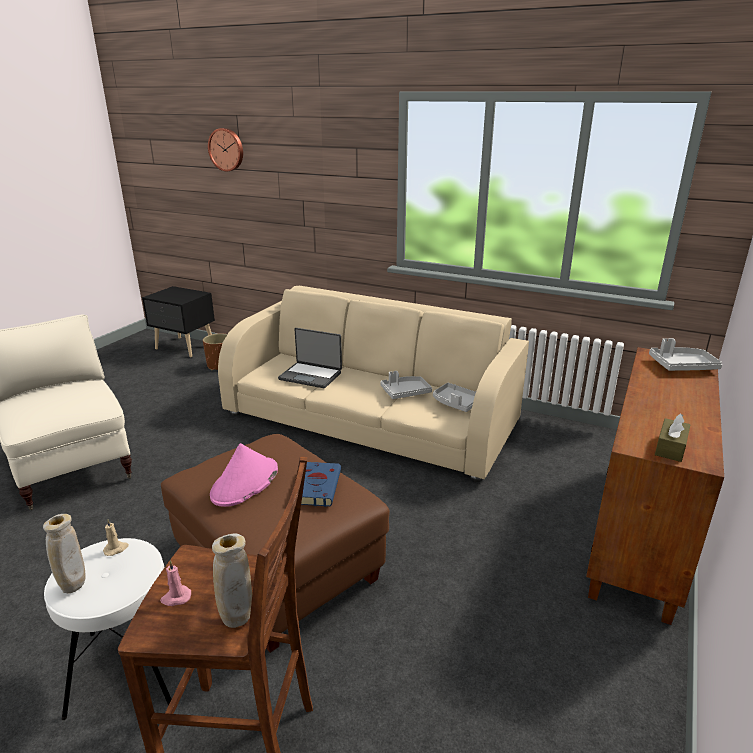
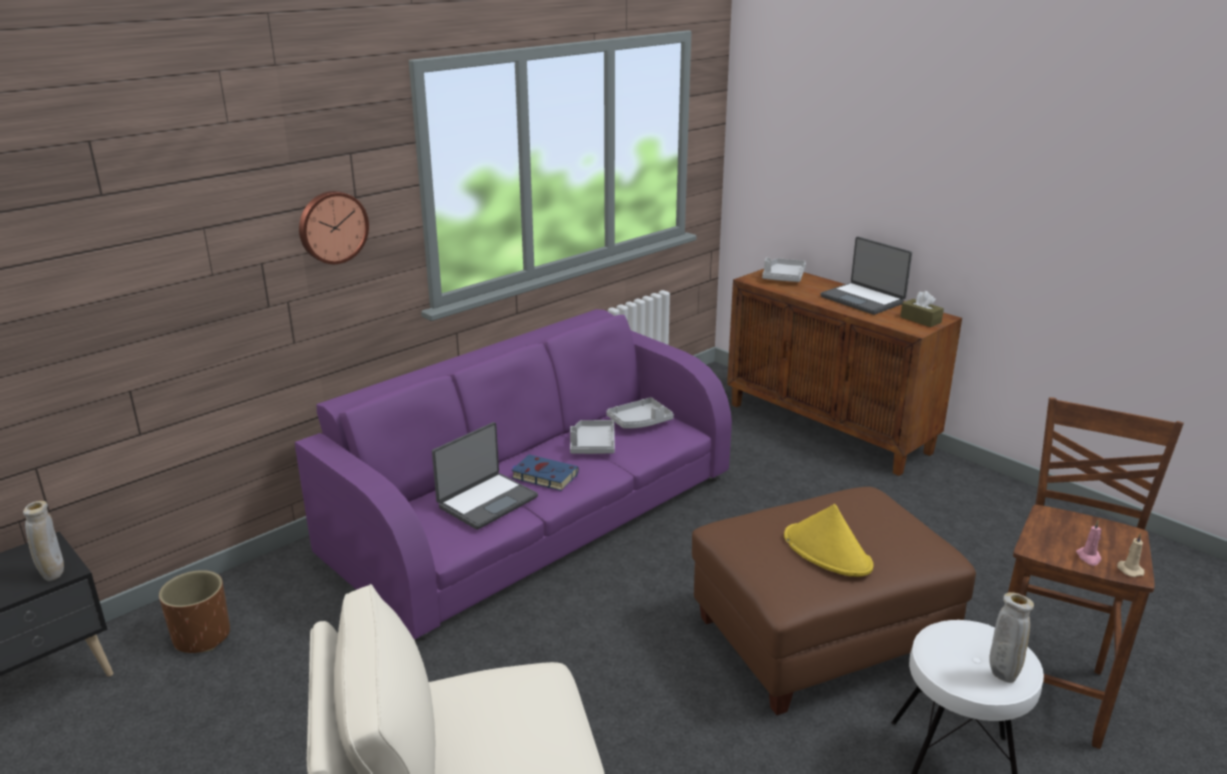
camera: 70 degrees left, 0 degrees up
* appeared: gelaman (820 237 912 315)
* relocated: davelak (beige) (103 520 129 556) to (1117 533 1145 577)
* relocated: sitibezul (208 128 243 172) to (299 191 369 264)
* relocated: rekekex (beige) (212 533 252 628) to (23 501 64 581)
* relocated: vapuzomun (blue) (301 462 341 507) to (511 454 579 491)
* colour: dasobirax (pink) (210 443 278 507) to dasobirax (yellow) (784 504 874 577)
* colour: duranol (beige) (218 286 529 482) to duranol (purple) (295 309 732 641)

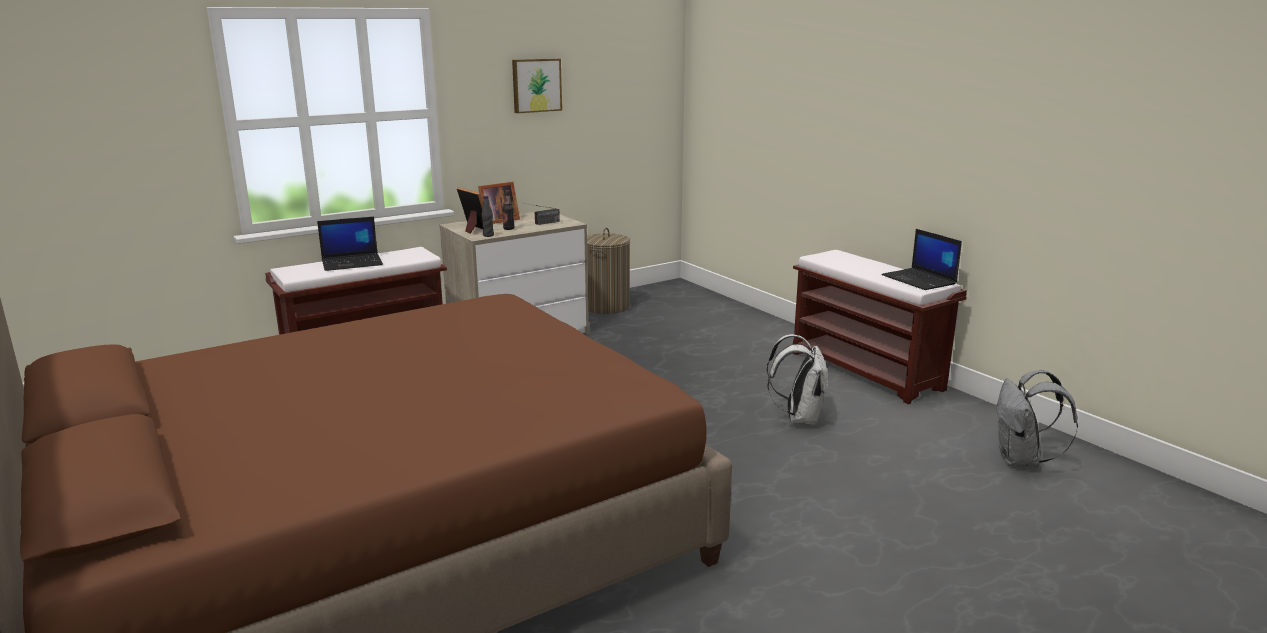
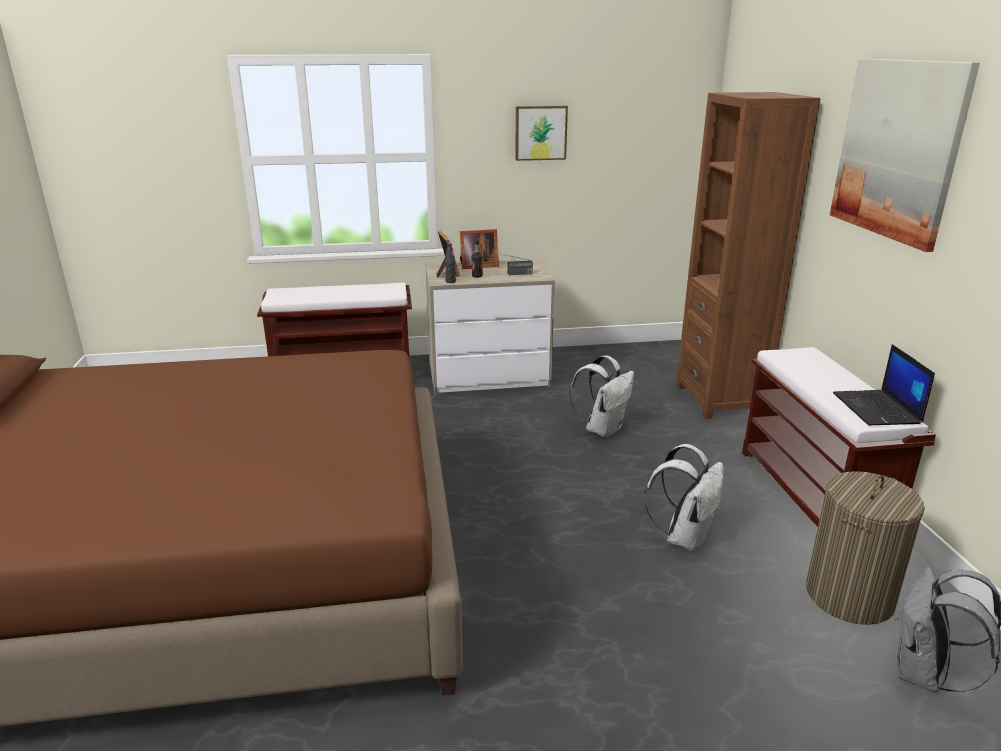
camera: 25 degrees right, 5 degrees up
* missing: gelaman (317 217 383 271)
* appeared: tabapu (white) (569 355 634 438)
* appeared: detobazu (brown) (676 92 821 419)
* appeared: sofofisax (830 59 980 252)
* relocated: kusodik (587 228 630 314) to (806 471 925 625)

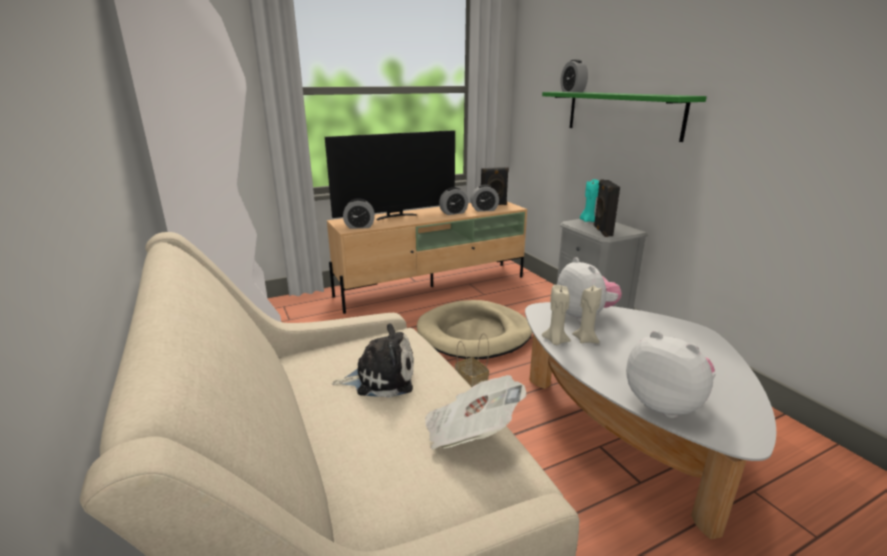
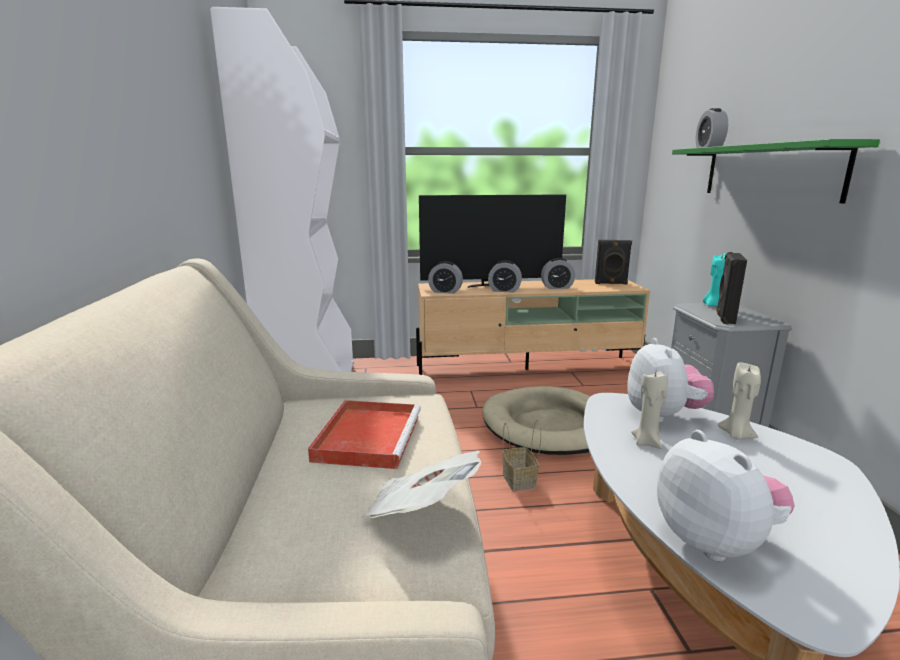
camera: 20 degrees right, 5 degrees down
* relocated: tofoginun (471 185 499 212) to (488 260 522 293)
* relocated: davelak (beige) (542 285 571 345) to (718 362 761 440)
* exchanged: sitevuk (332 323 414 398) to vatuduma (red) (308 400 421 469)

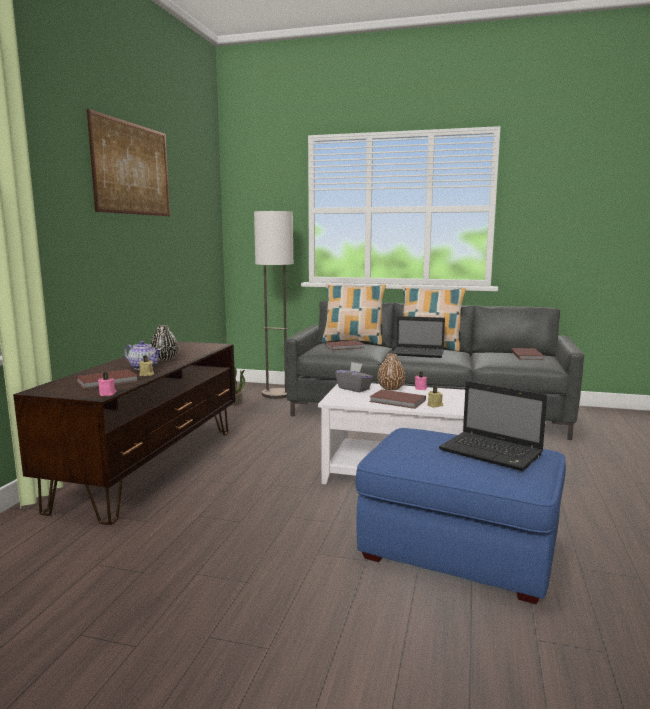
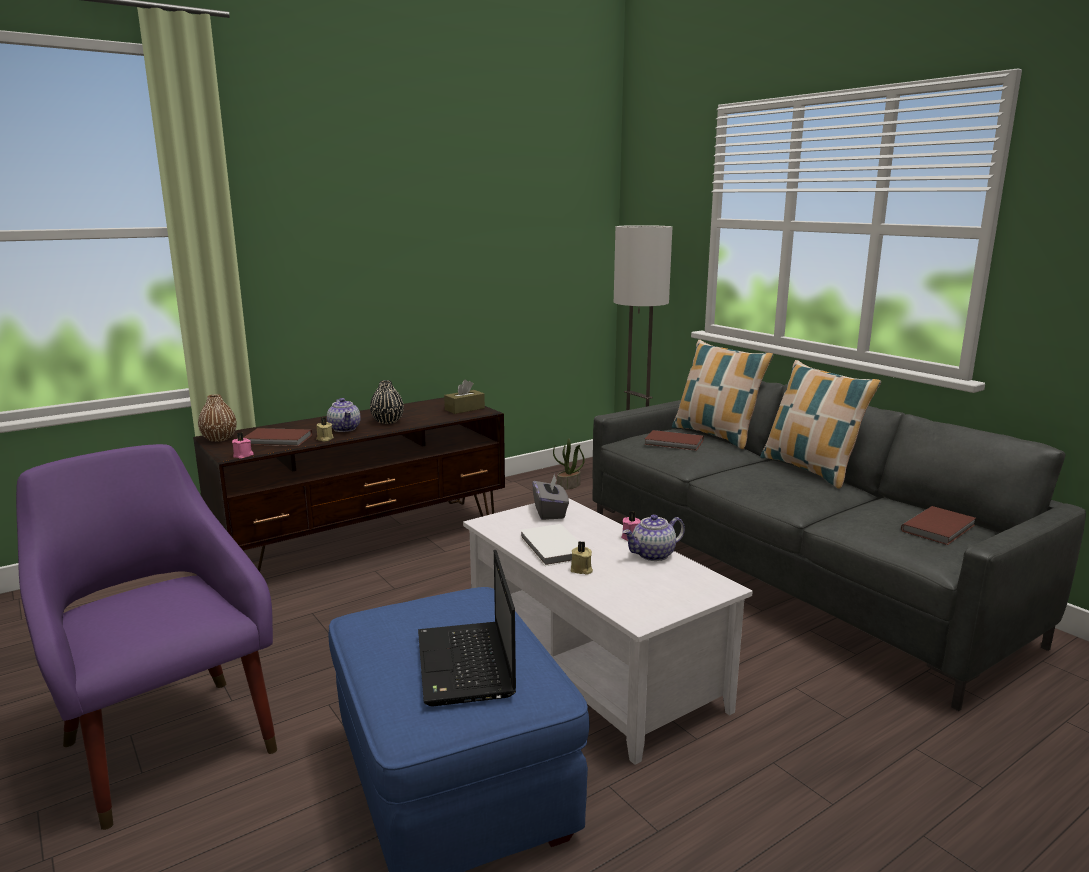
camera: 40 degrees right, 5 degrees up
* missing: sofofisax (87 109 170 216)
* missing: gelaman (392 316 445 358)
* appeared: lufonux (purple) (16 444 277 830)
* appeared: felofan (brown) (444 379 485 414)
* appeared: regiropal (623 514 685 561)
* relocated: rekekex (brown) (377 353 406 390) to (198 394 237 442)
* colour: vapuzomun (brown) (370 389 426 409) to vapuzomun (white) (520 524 579 566)

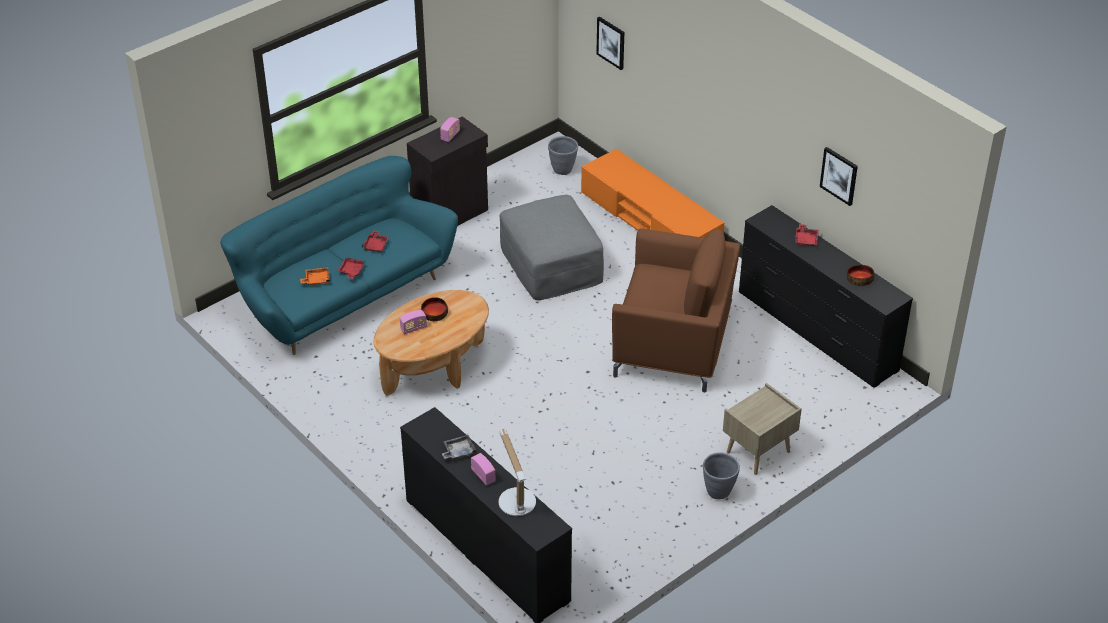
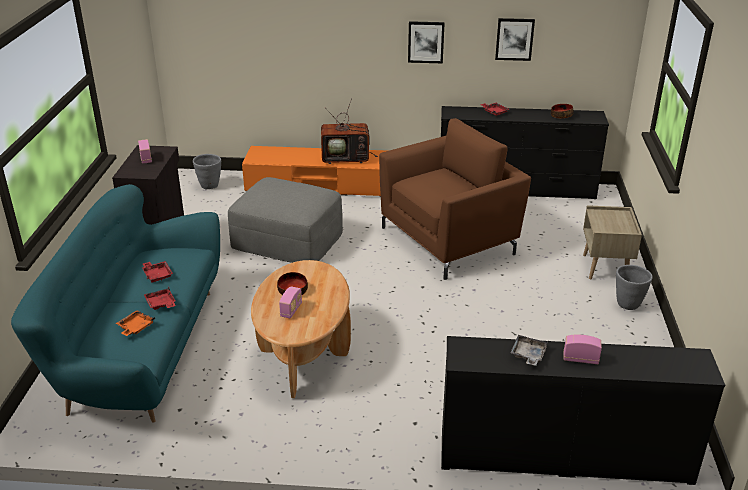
camera: 45 degrees left, 10 degrees down
* missing: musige (499 430 536 516)
* appeared: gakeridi (321 98 377 164)
* relocated: sofofisax (596 17 624 70) to (408 21 445 63)

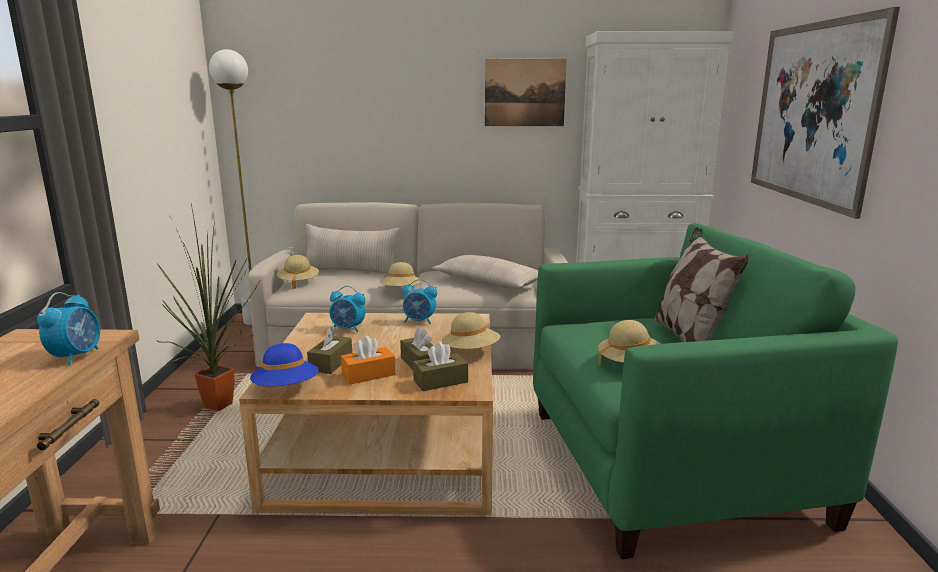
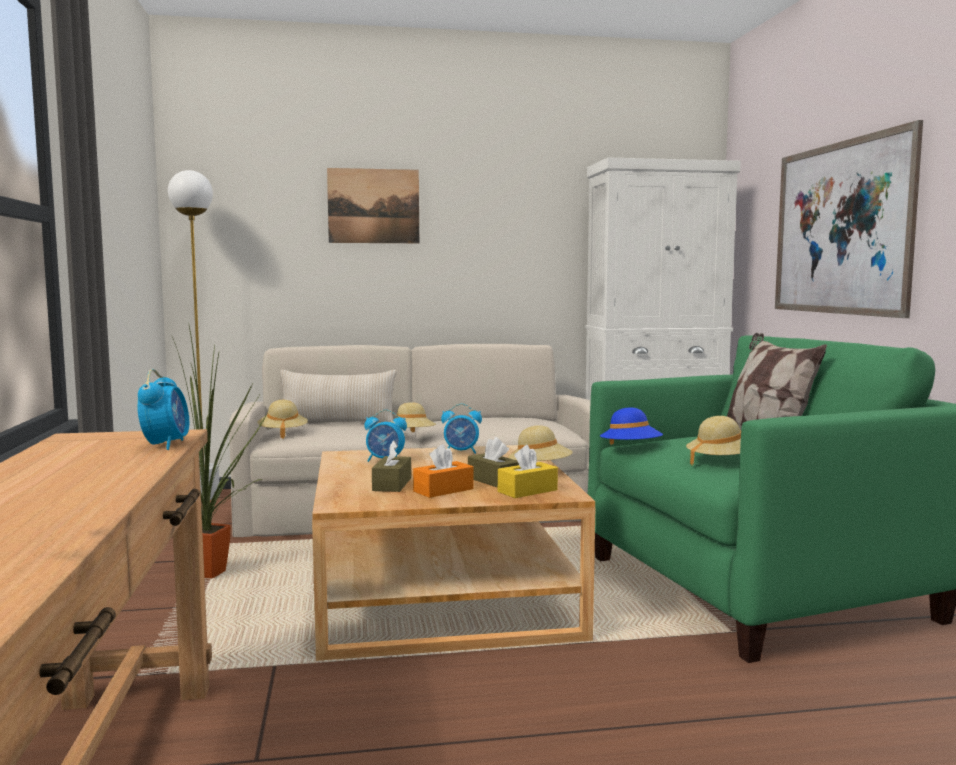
camera: 10 degrees left, 10 degrees down
* missing: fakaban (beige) (432 255 538 289)
* relocated: dasobirax (blue) (250 343 319 387) to (600 408 663 445)
* relocated: sofofisax (485 59 567 126) to (327 168 419 243)
* colour: felofan (brown) (413 342 468 391) to felofan (yellow) (498 445 558 498)

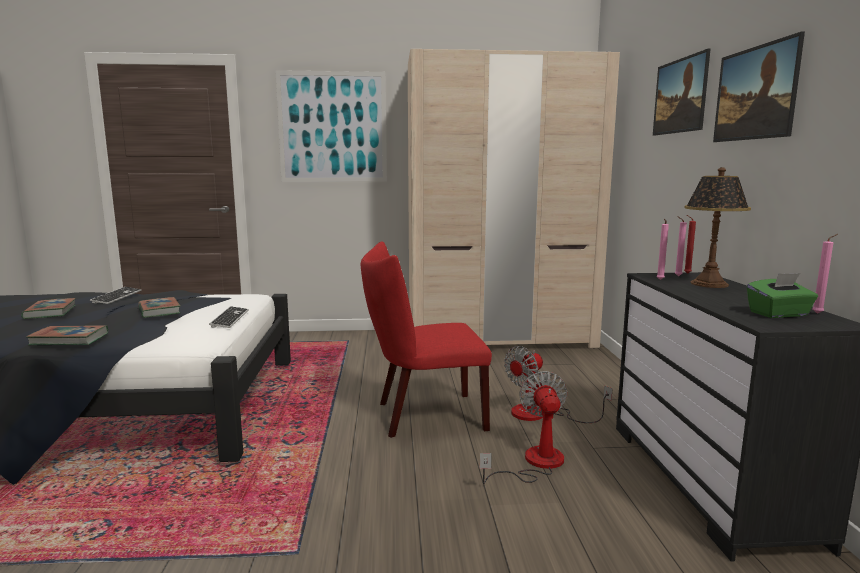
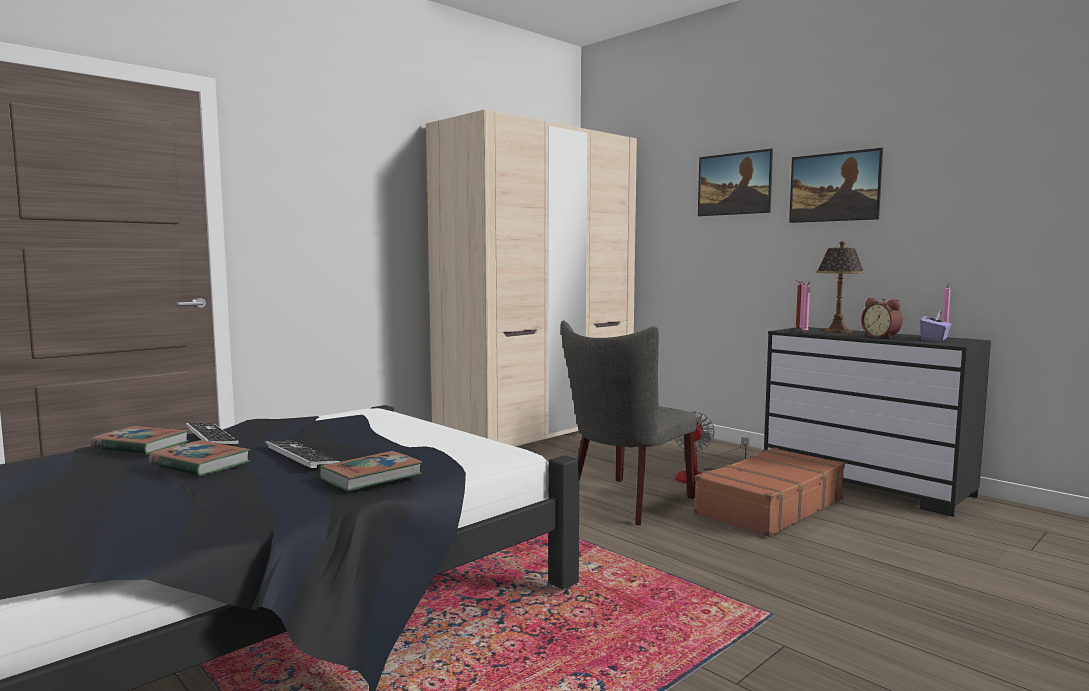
camera: 40 degrees left, 5 degrees down
* missing: sofofisax (275 70 387 182)
* appeared: tofoginun (861 298 903 339)
* relocated: vapuzomun (138 297 181 318) to (90 426 189 455)
* relocated: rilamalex (209 306 249 328) to (265 441 340 468)
* exchanged: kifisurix (480 371 567 484) to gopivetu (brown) (694 447 845 537)
* colour: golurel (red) (361 242 492 438) to golurel (grey) (561 320 697 525)
* colour: felofan (green) (747 273 818 318) to felofan (purple) (919 310 951 341)

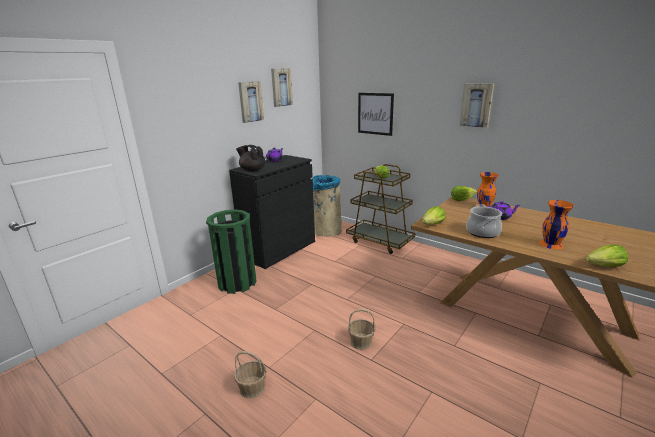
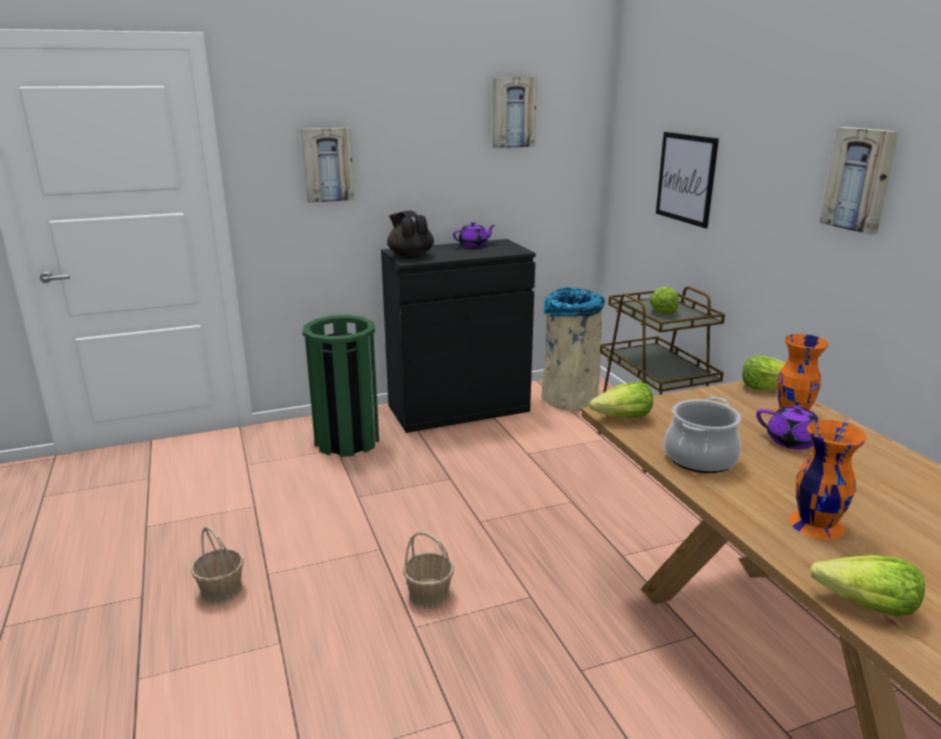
camera: 30 degrees right, 0 degrees up
* relocated: sofofisax (238 81 264 123) to (301 128 354 203)

